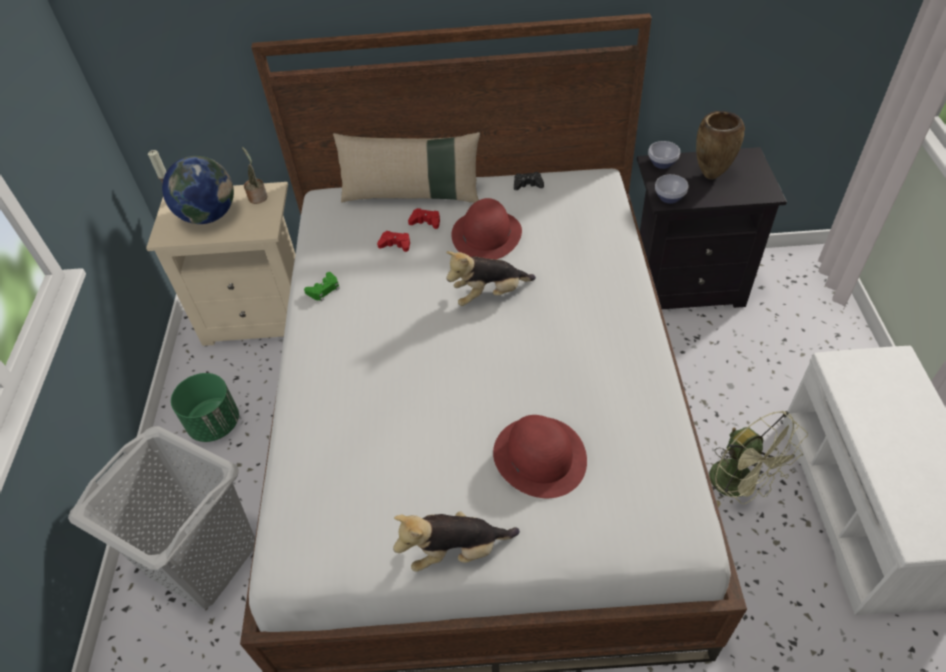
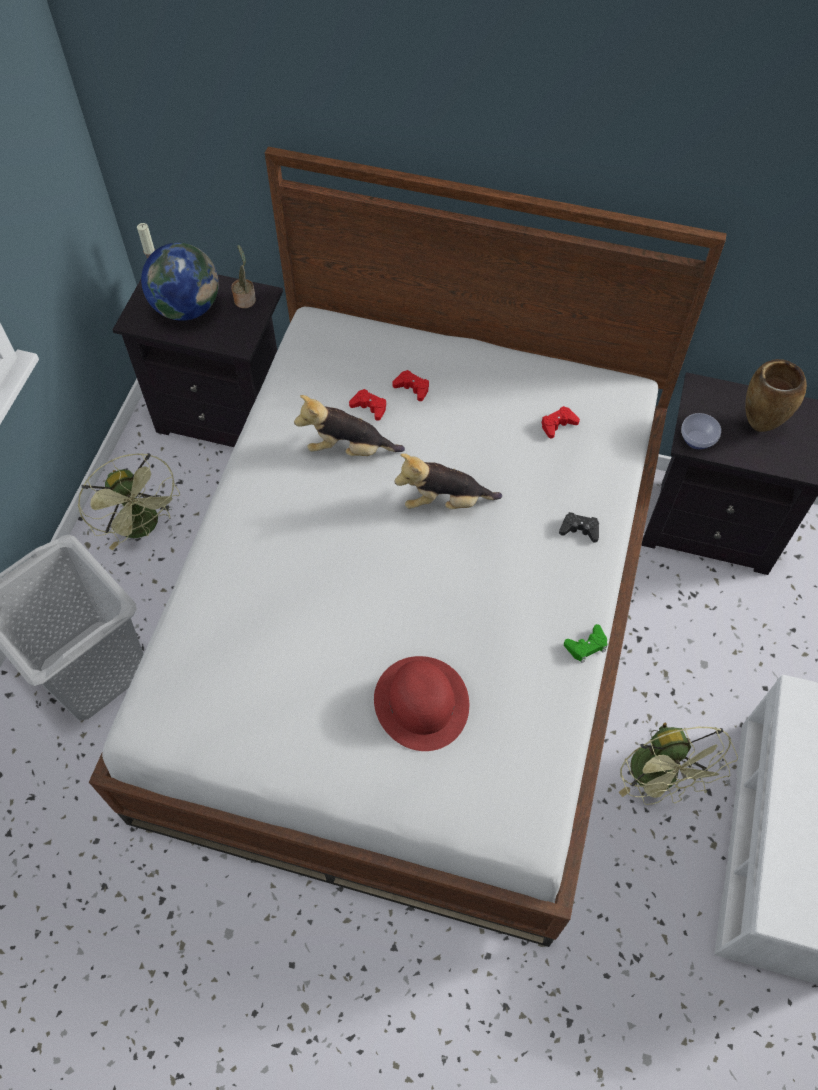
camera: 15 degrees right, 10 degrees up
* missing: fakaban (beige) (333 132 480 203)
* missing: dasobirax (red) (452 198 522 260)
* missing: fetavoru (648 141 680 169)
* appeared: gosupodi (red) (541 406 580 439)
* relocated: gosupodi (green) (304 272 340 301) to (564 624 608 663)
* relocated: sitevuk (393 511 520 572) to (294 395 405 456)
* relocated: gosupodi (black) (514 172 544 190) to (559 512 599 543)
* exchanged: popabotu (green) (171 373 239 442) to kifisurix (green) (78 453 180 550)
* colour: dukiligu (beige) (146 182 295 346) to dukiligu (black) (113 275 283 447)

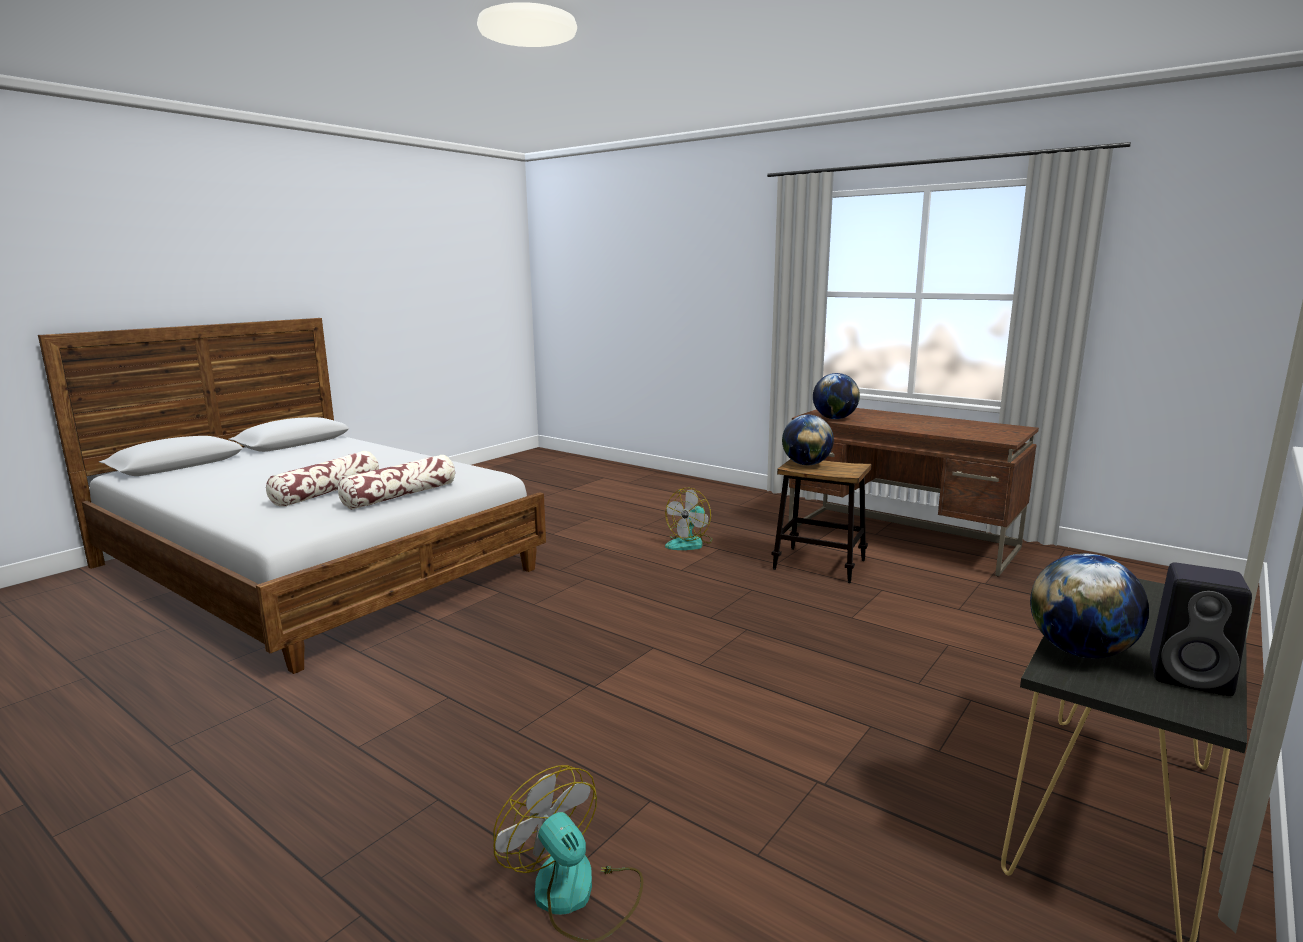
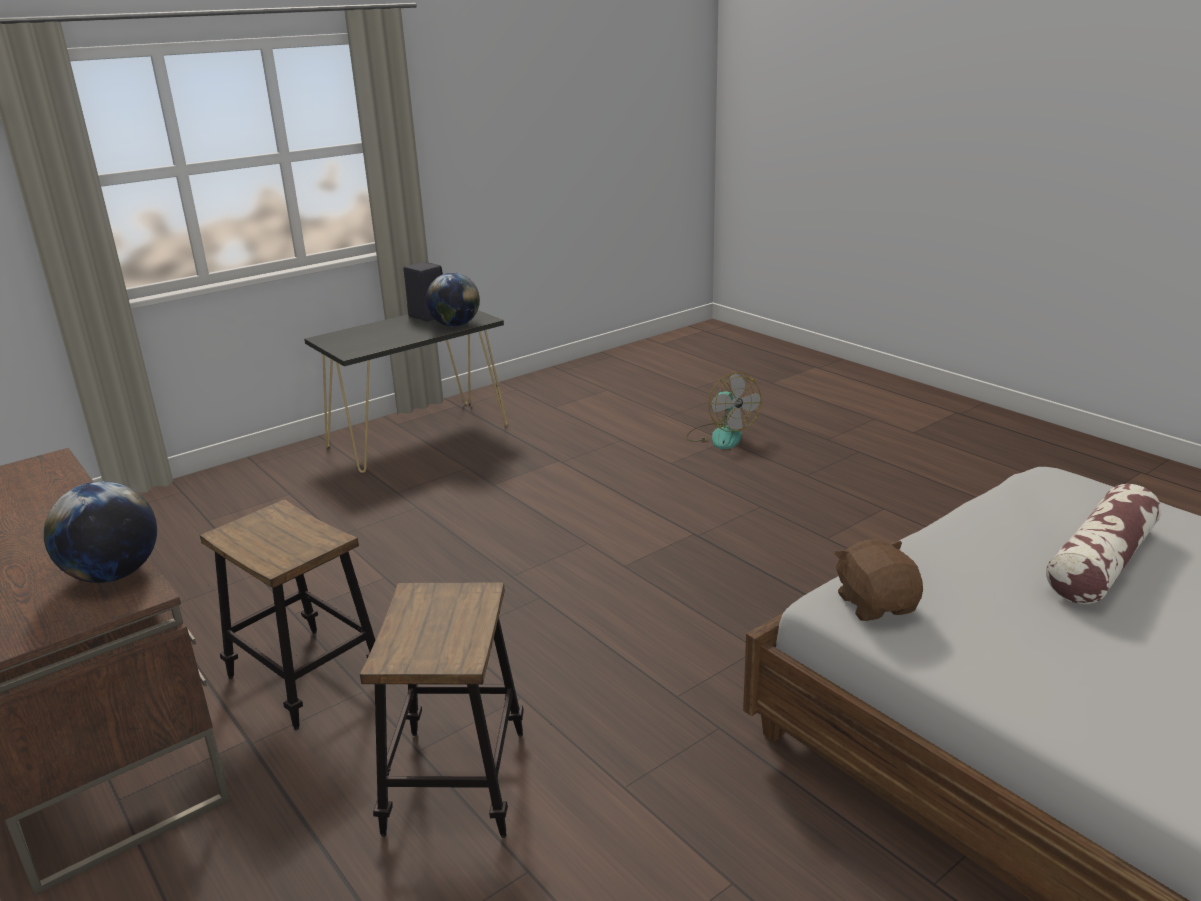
camera: 165 degrees left, 10 degrees up
* missing: fakaban (338 455 455 510)
* missing: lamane (782 415 834 465)
* appeared: sitevuk (brown) (835 539 923 621)
* exchanged: kifisurix (665 488 712 550) to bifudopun (360 582 524 838)

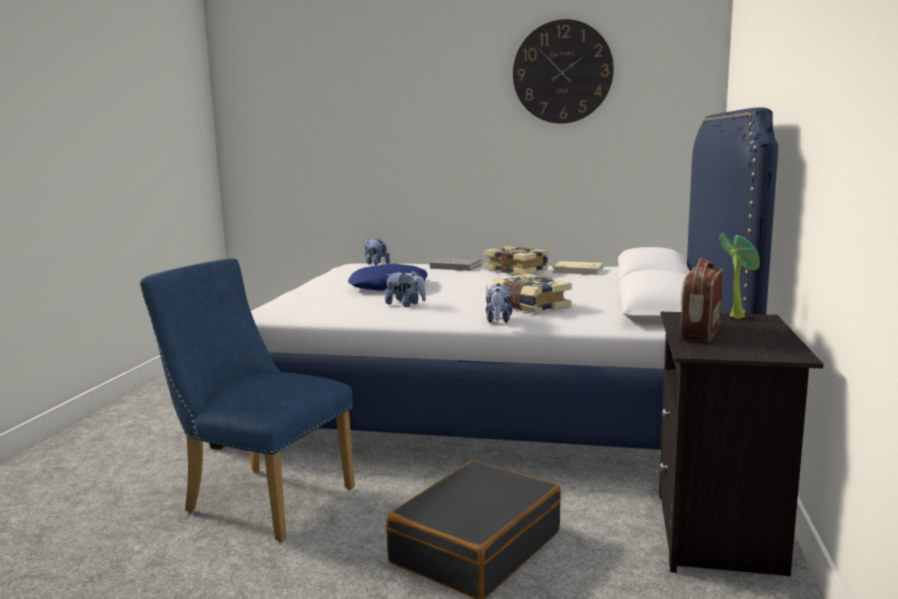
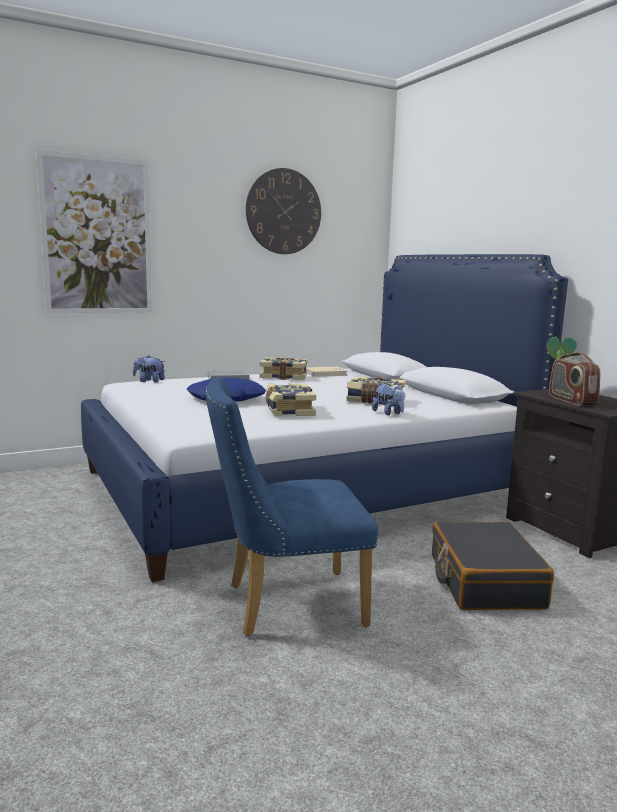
camera: 40 degrees left, 0 degrees up
* appeared: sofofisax (36 150 152 313)
* exchanged: sitevuk (385 270 426 307) to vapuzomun (265 384 316 416)

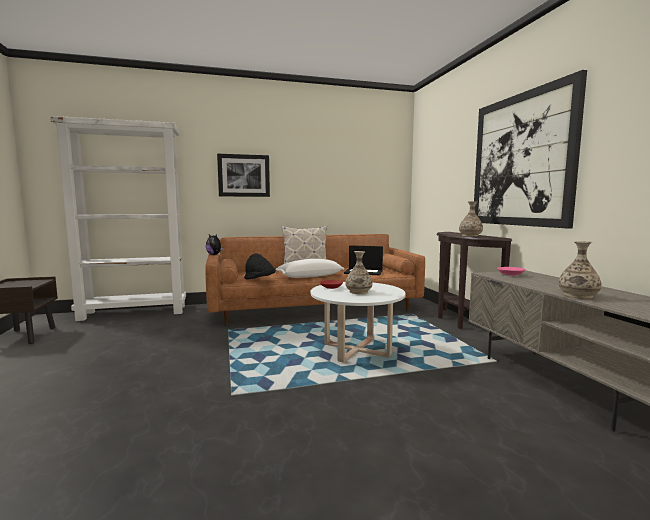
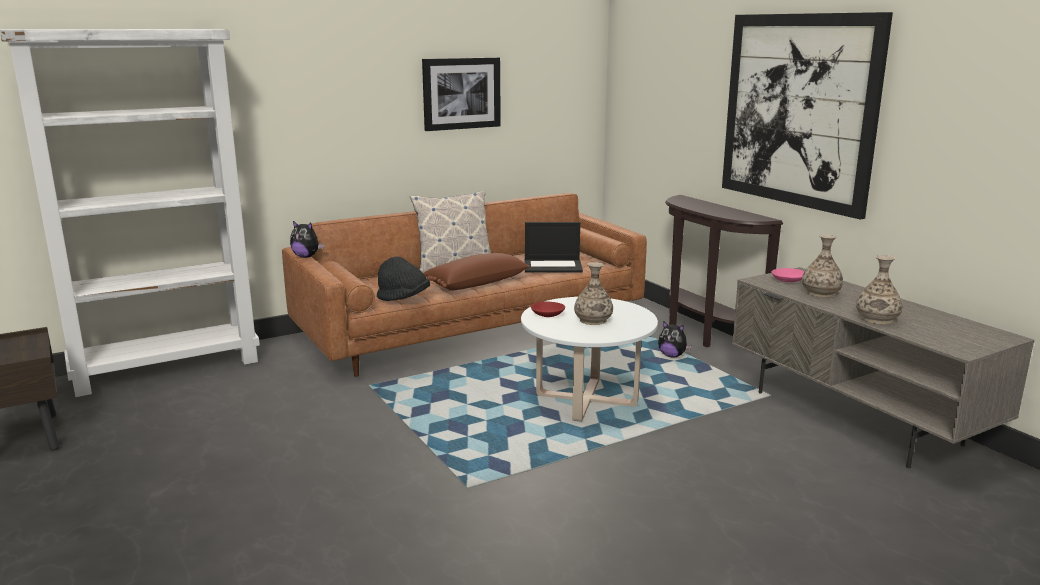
camera: 15 degrees left, 10 degrees up
* appeared: sitevuk (658 321 691 358)
* relocated: sofofisax (217 154 270 197) to (422 57 501 131)
* relocated: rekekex (459 201 483 237) to (802 235 843 298)
* colour: fakaban (white) (276 259 344 278) to fakaban (brown) (423 253 529 290)

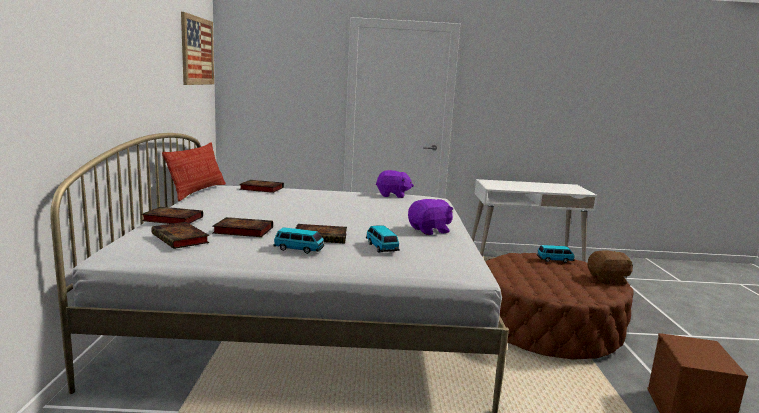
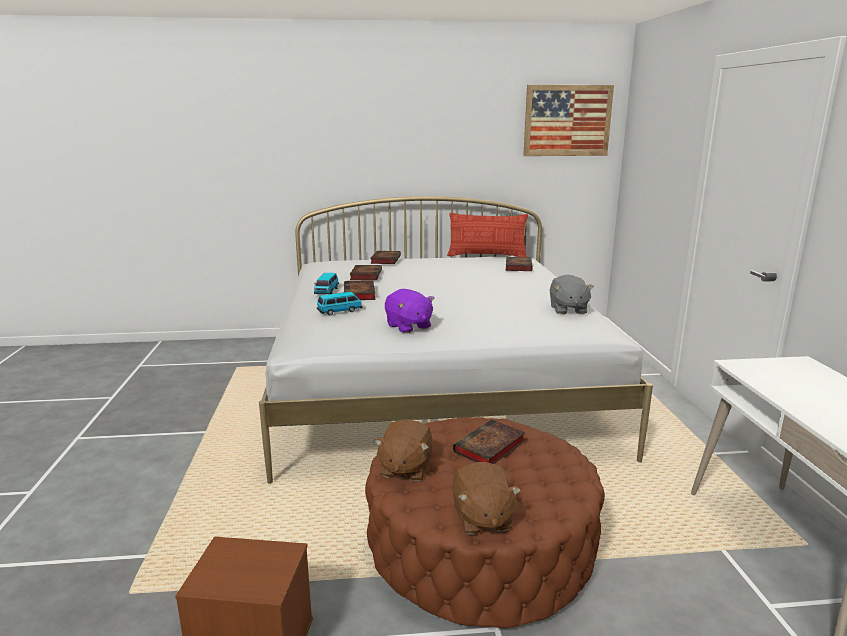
camera: 85 degrees right, 5 degrees up
* missing: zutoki (537 245 575 263)
* appeared: sitevuk (brown) (374 419 433 481)
* relocated: vapuzomun (151 222 209 249) to (453 419 525 464)
* colour: sitevuk (purple) (376 170 414 198) to sitevuk (grey) (550 274 594 314)

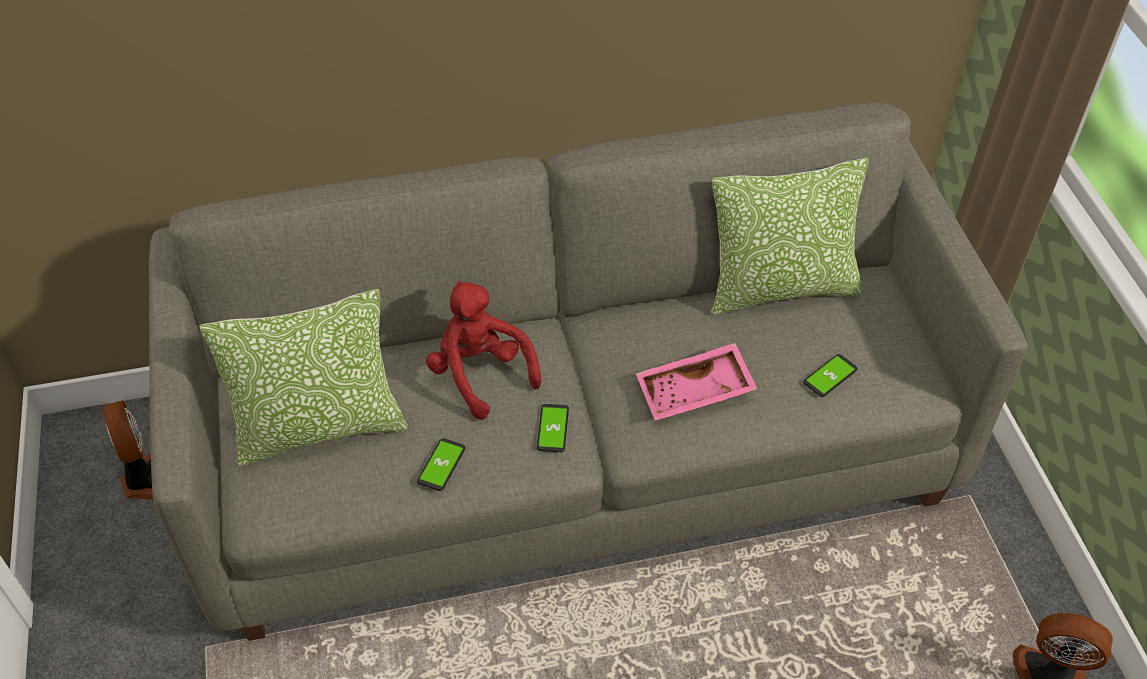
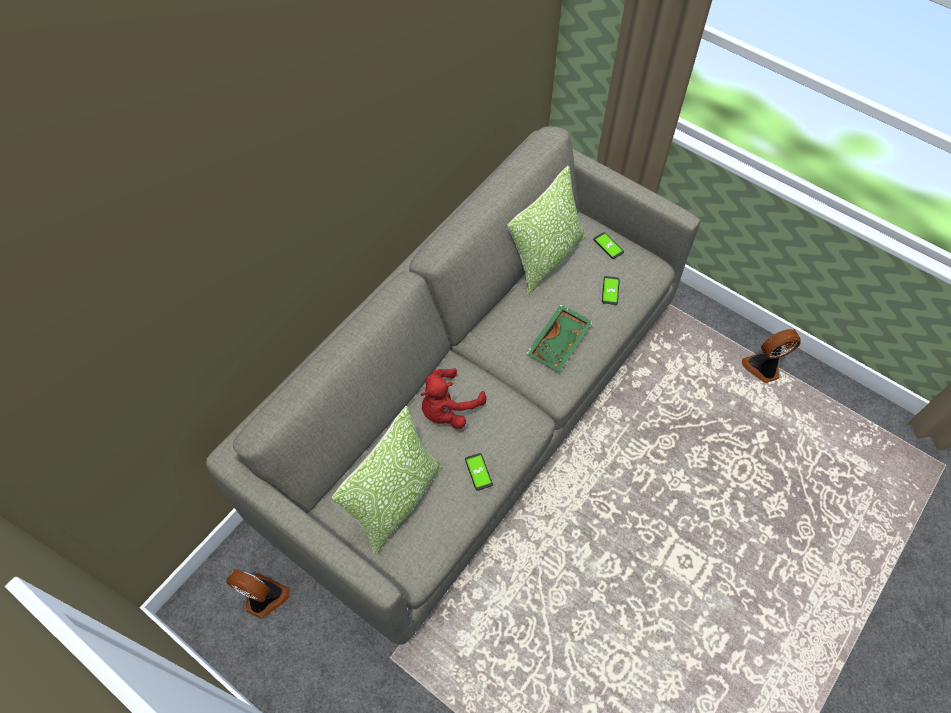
camera: 40 degrees left, 10 degrees up
* relocated: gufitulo (537 404 569 452) to (593 232 624 259)
* colour: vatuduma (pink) (636 343 757 421) to vatuduma (green) (526 304 593 372)
* spun: sitevuk (red) (426 281 541 420) = (421 368 486 429) 60 degrees counterclockwise

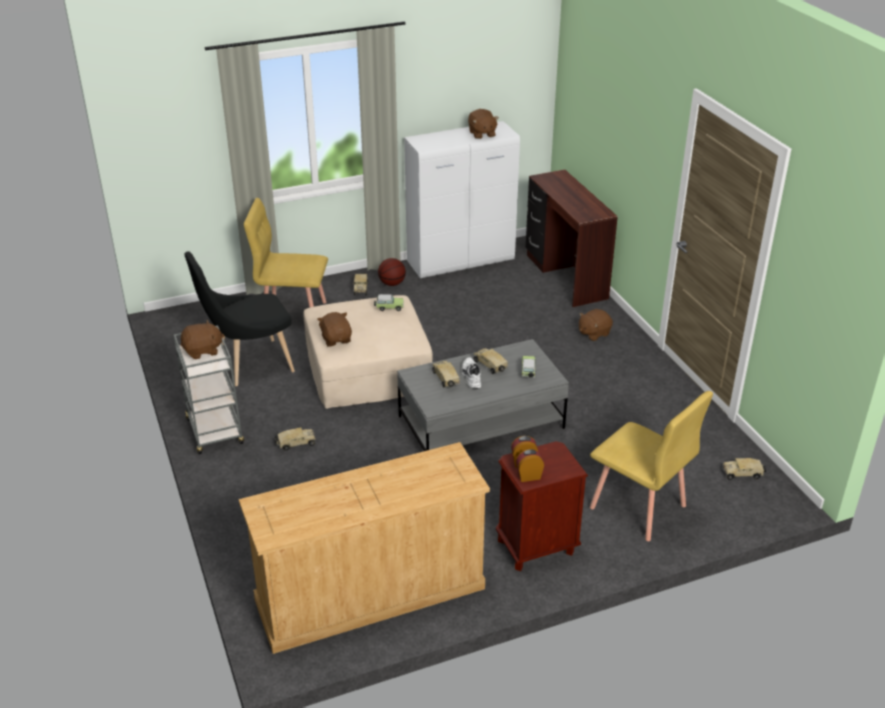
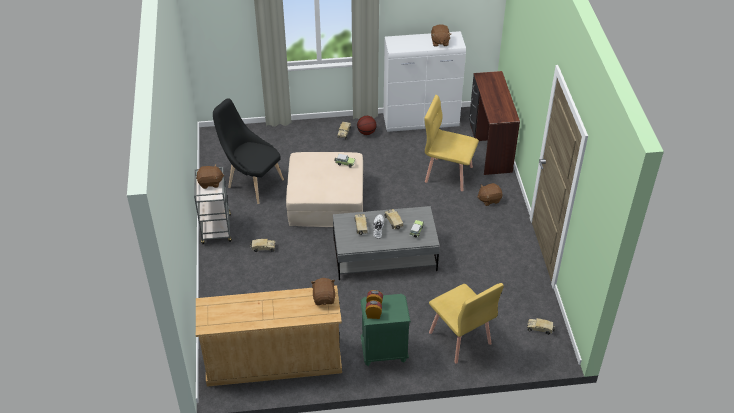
camera: 15 degrees right, 10 degrees up
* relocated: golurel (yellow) (244 198 328 308) to (424 95 479 191)
* relocated: sitevuk (brown) (317 312 352 347) to (311 278 335 305)
* colour: dukiligu (brown) (496 441 588 571) to dukiligu (green) (360 294 411 366)
* spun: golurel (black) (184 251 295 386) = (213 99 284 204) 45 degrees clockwise

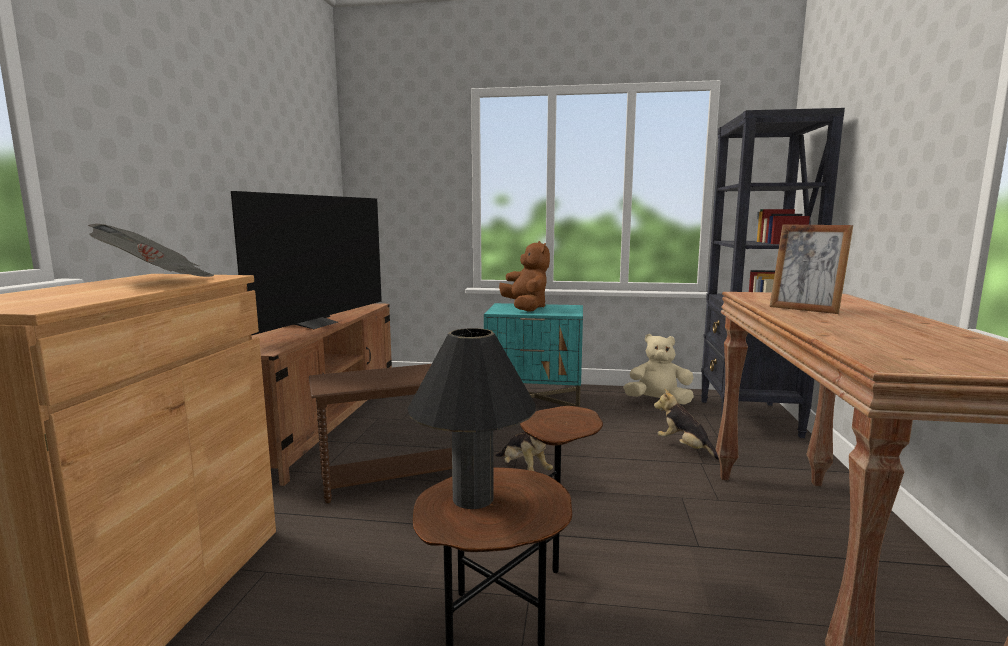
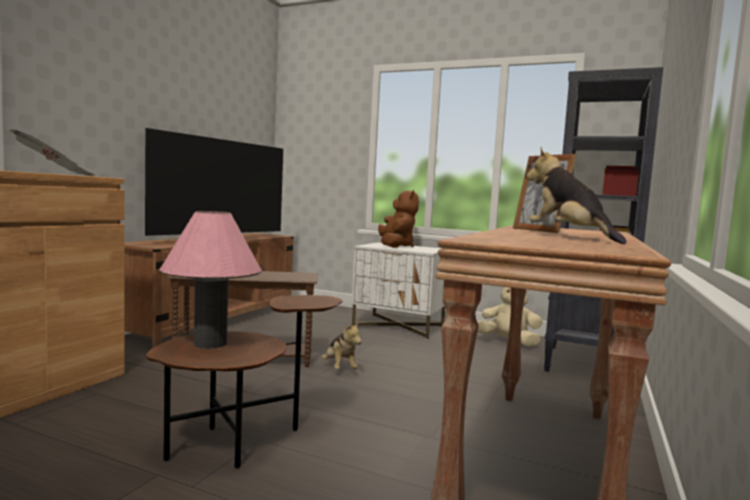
camera: 15 degrees right, 5 degrees down
* relocated: sitevuk (654 388 719 460) to (527 147 626 244)
* colour: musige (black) (408 328 535 509) to musige (pink) (159 211 262 349)
* colour: dukiligu (turquoise) (484 303 583 407) to dukiligu (white) (351 242 445 340)

